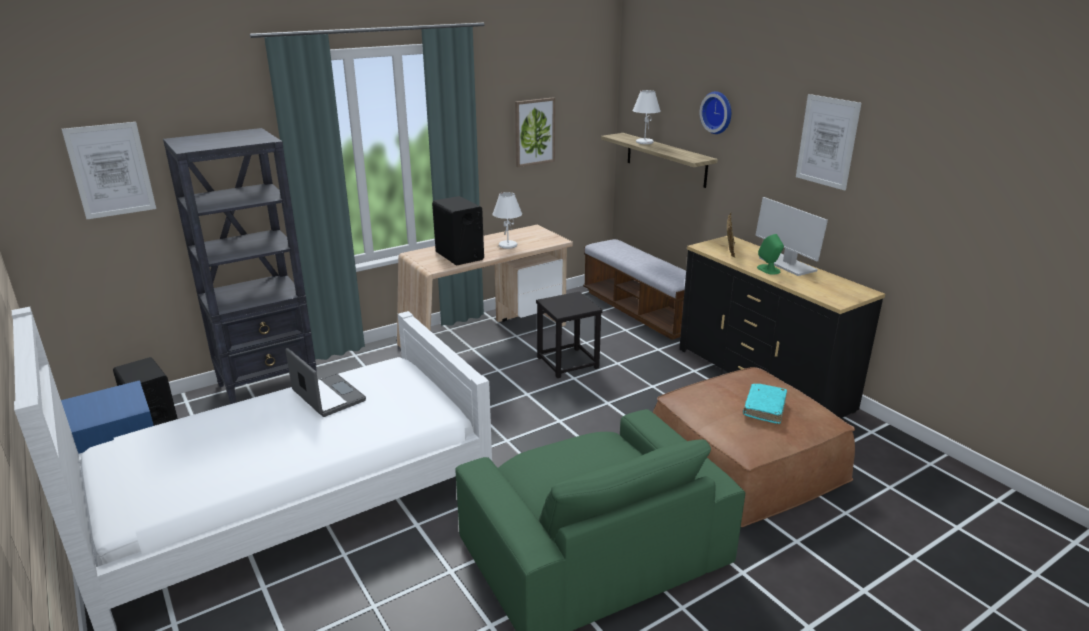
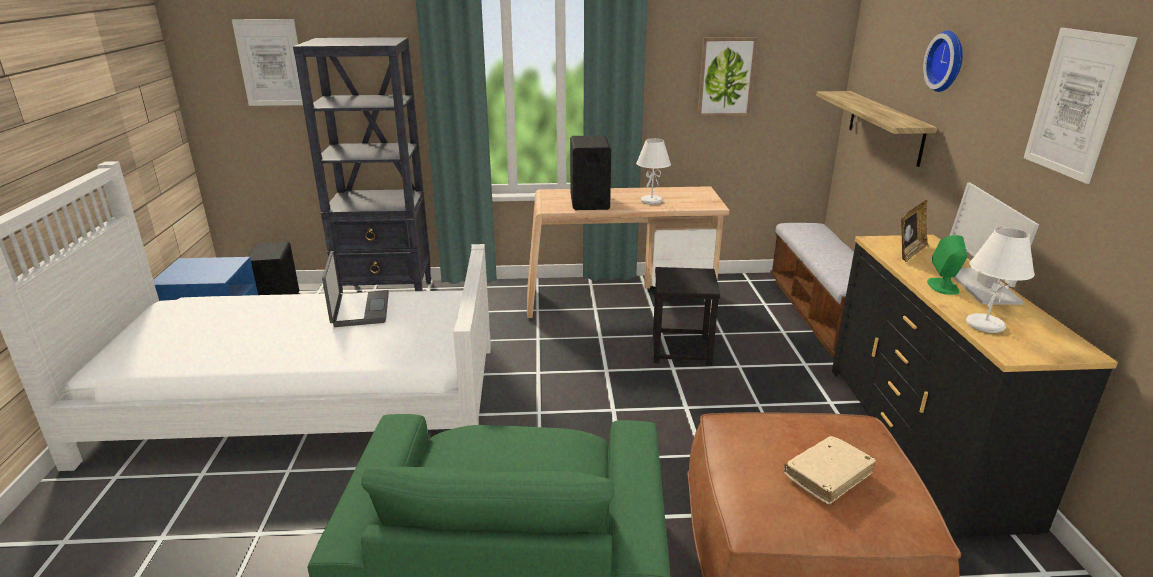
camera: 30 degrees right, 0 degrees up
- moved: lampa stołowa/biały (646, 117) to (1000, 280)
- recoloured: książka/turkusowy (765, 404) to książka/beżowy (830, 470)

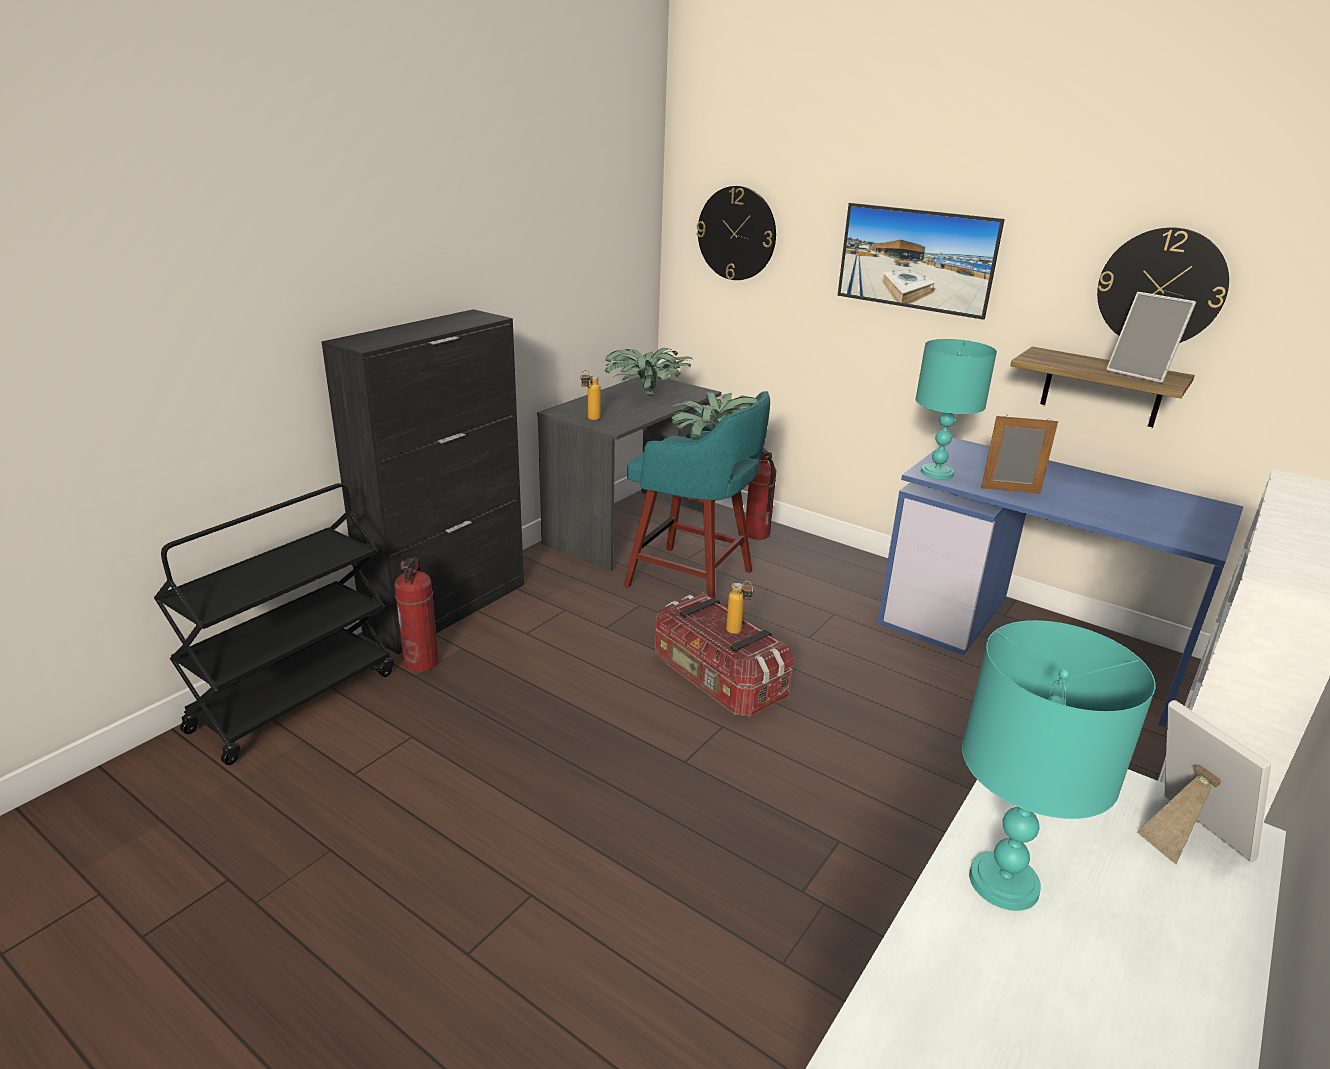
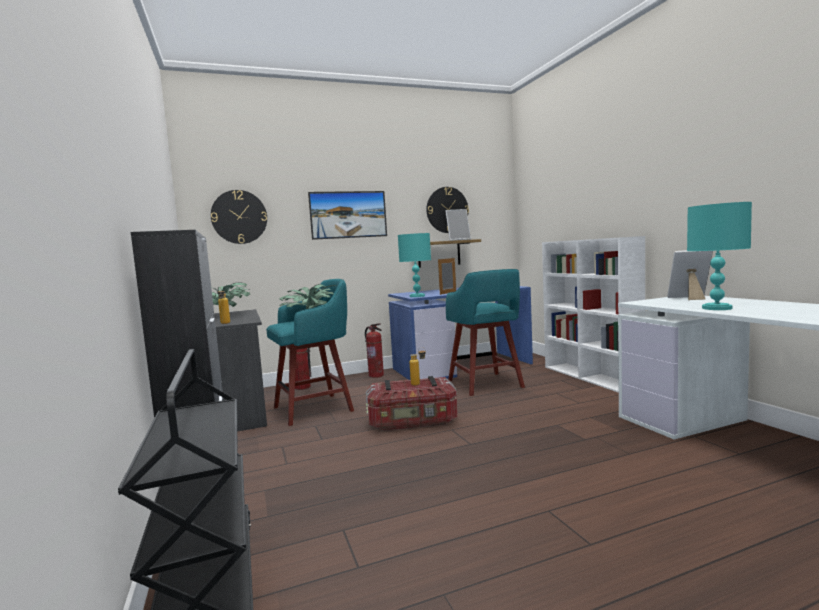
camera: 55 degrees left, 20 degrees down
- added: stołek/turkusowy (485, 332)
- moved: gaśnica (417, 614) to (374, 350)

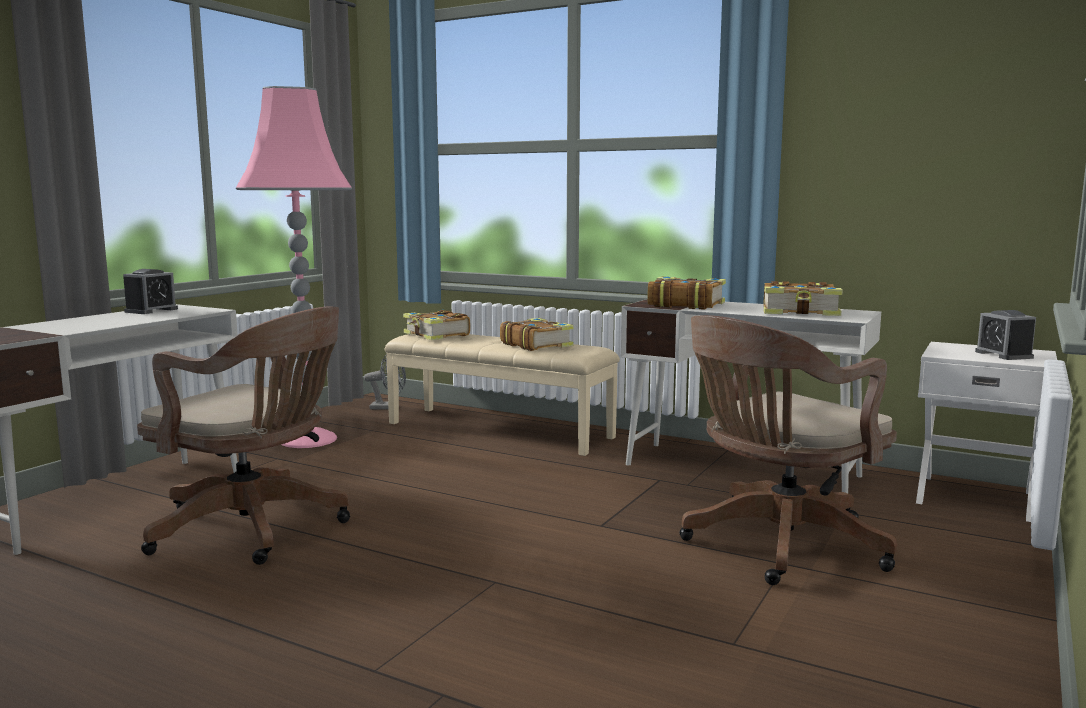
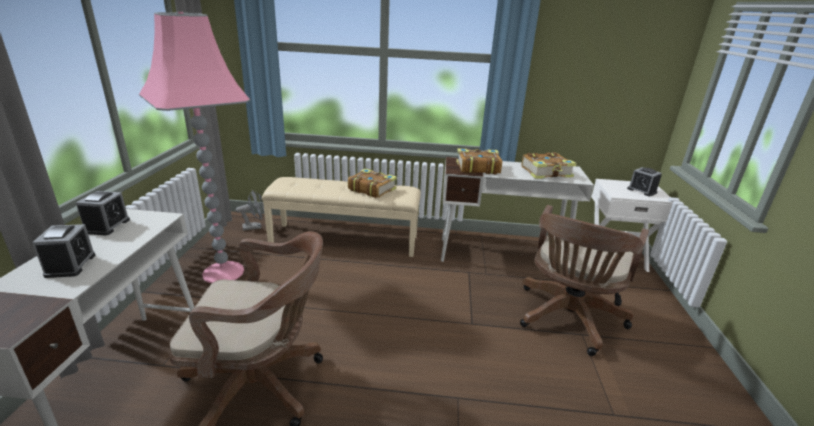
camera: 25 degrees left, 15 degrees up
- removed: książka (436, 325)
- added: budzik (63, 251)

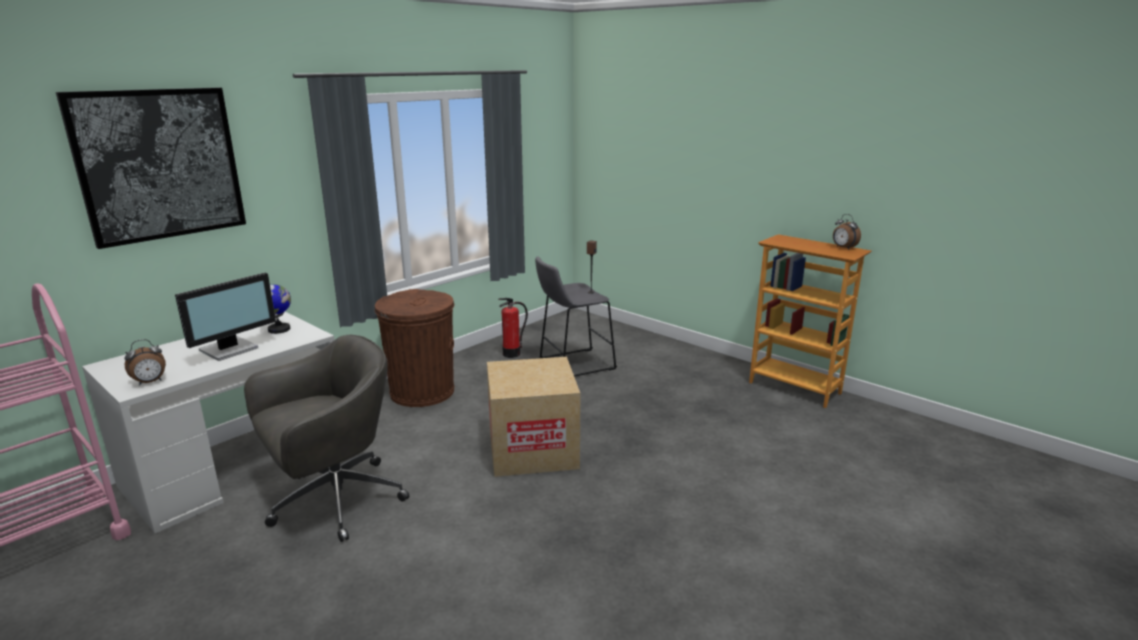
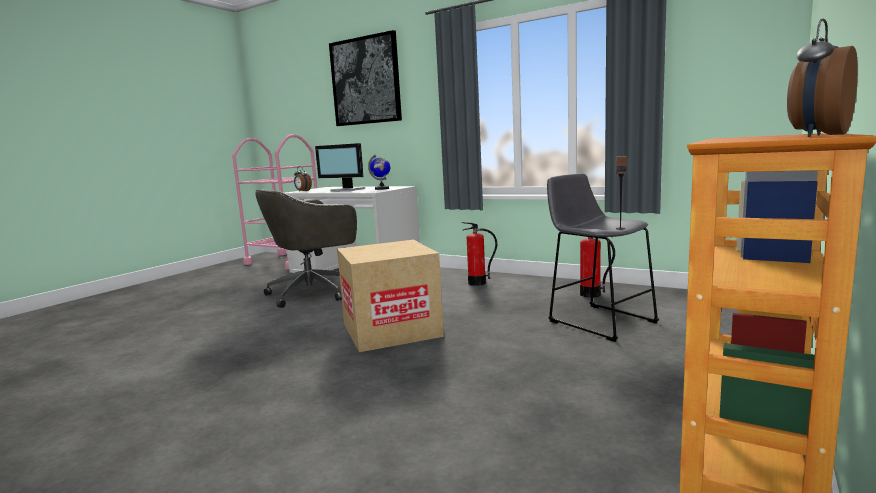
camera: 80 degrees right, 10 degrees down
- replaced: kosz na śmieci/brązowy (414, 348) to gaśnica (479, 254)
- turned: krzesło biurowe/szary (326, 438) = (306, 248) 105 degrees clockwise

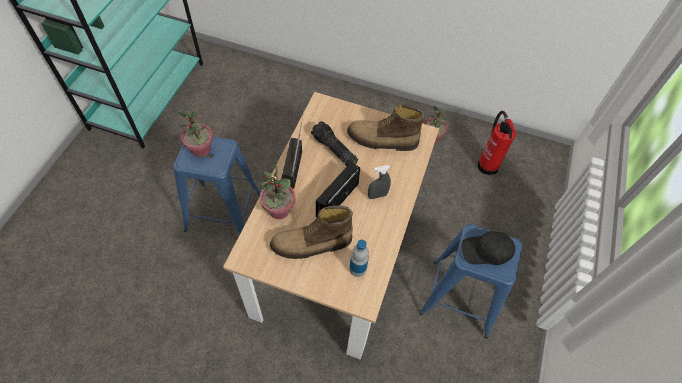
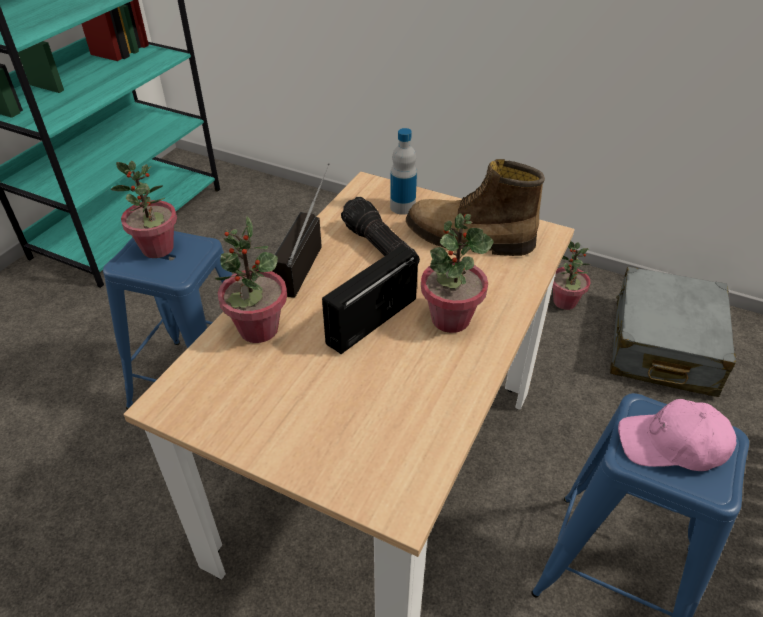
camera: 10 degrees right, 15 degrees down
- removed: but z cholewką (311, 232)
- moved: butelka (359, 258) to (403, 171)
- replaced: spryskiwacz/szary (379, 182) to roślina doniczkowa (457, 273)
- replaced: gaśnica (496, 143) to walizka/szary (673, 331)
- recoloured: czapka z daszkiem/czarny (488, 248) to czapka z daszkiem/różowy (677, 435)

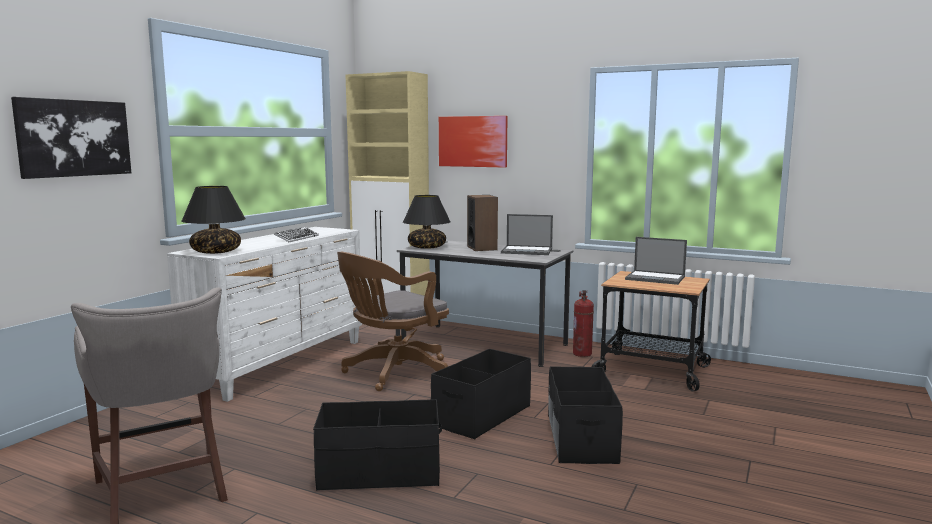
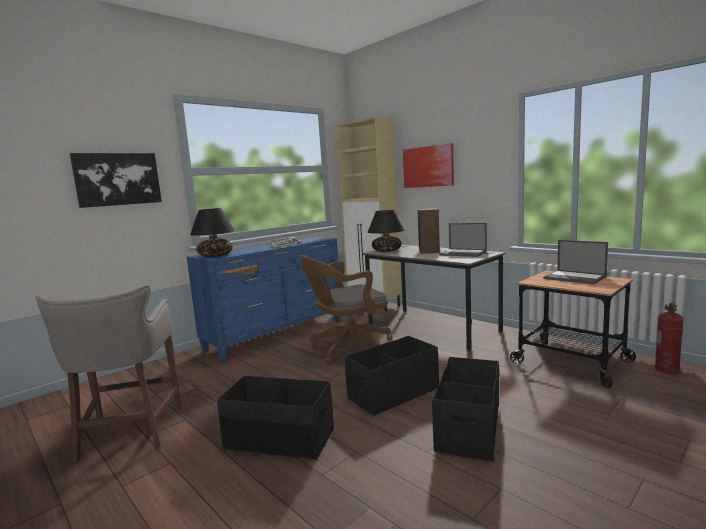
camera: 20 degrees right, 0 degrees up
- moved: gaśnica (583, 323) to (669, 338)
- recoloured: komoda/biały (264, 314) to komoda/niebieski (263, 300)

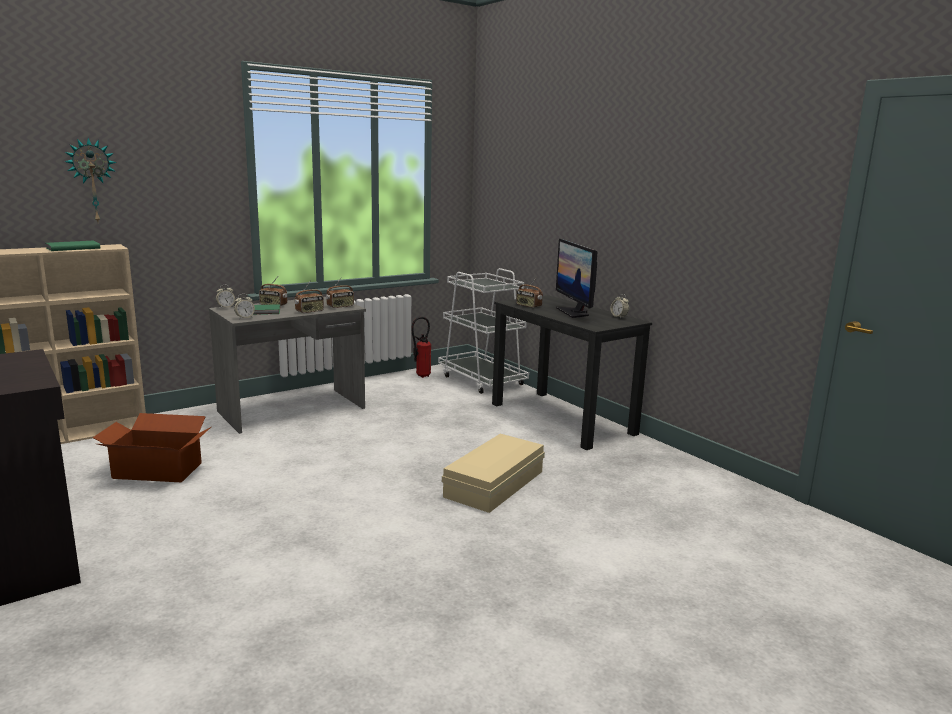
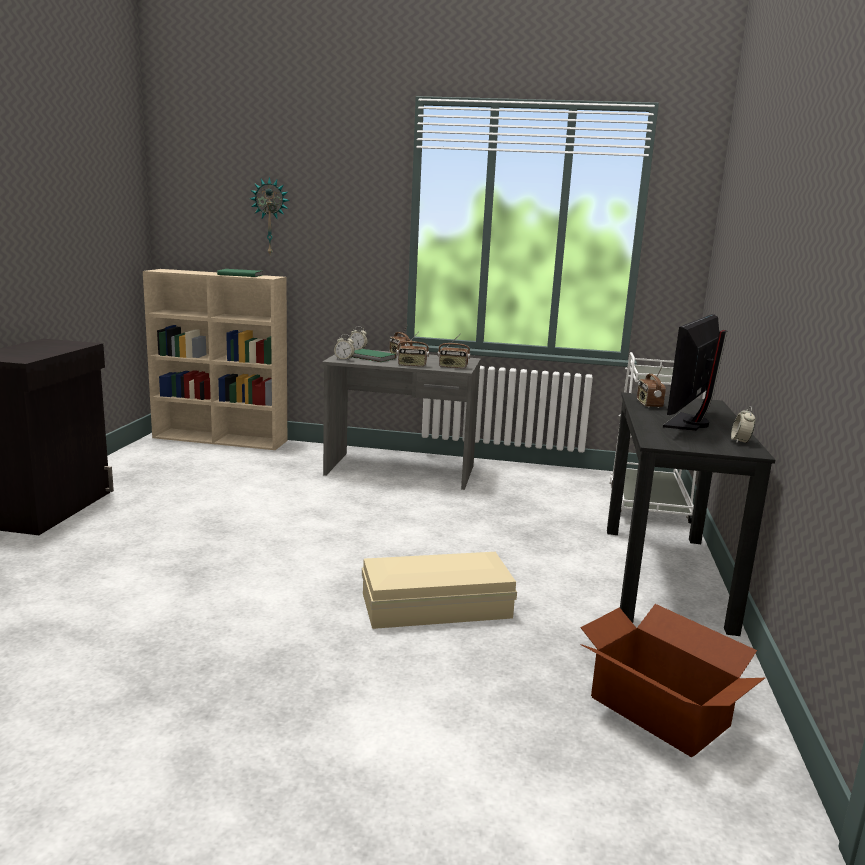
camera: 45 degrees right, 0 degrees up
- removed: gaśnica (421, 347)
- moved: karton (152, 448) to (672, 680)

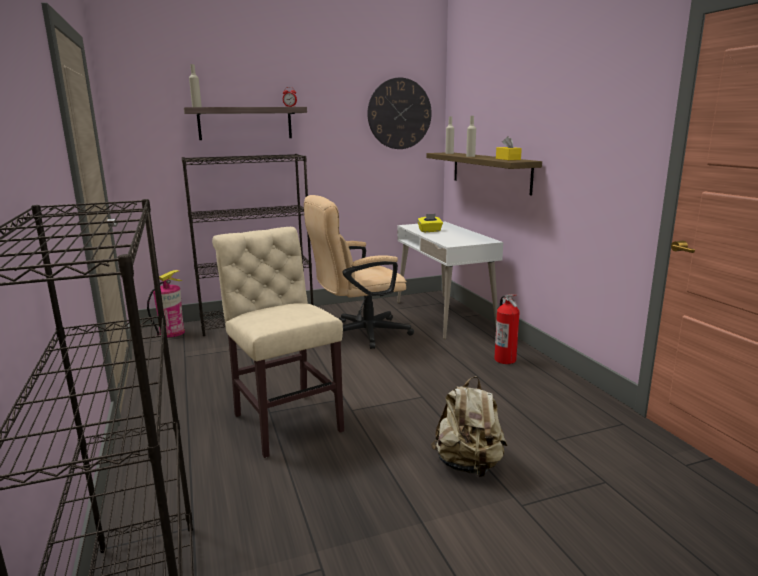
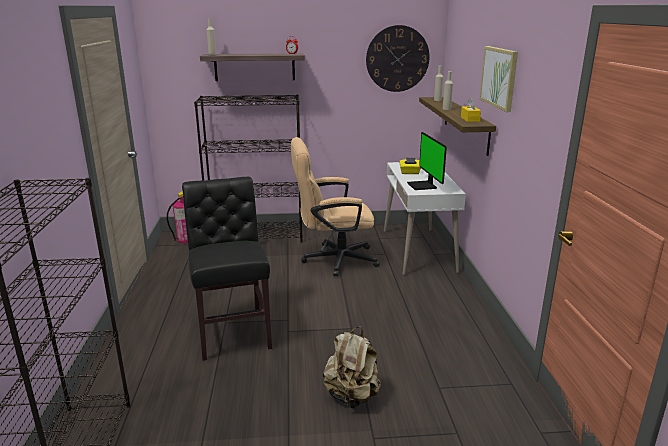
camera: 15 degrees right, 5 degrees up
- removed: gaśnica (507, 329)
- added: monitor (427, 161)
- added: obraz (498, 79)
- recoloured: krzesło/beżowy (278, 342) to krzesło/czarny (227, 269)

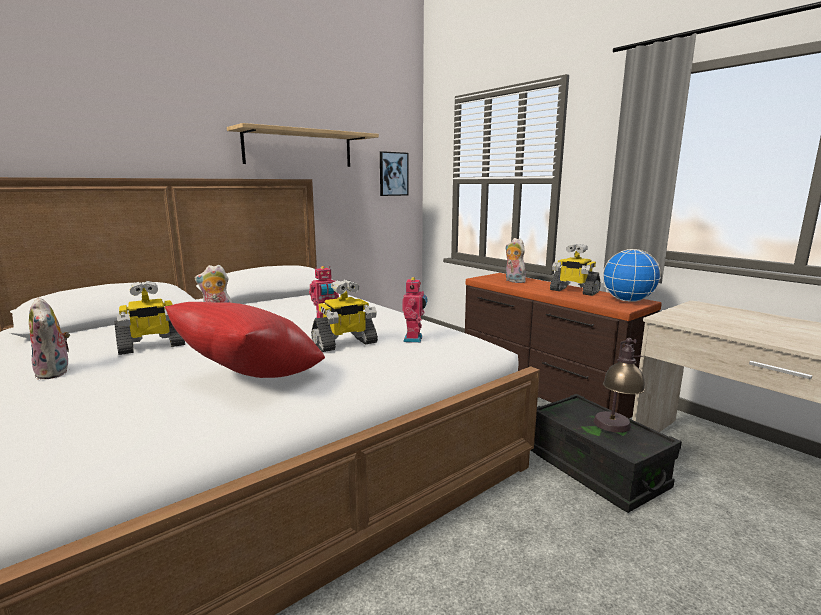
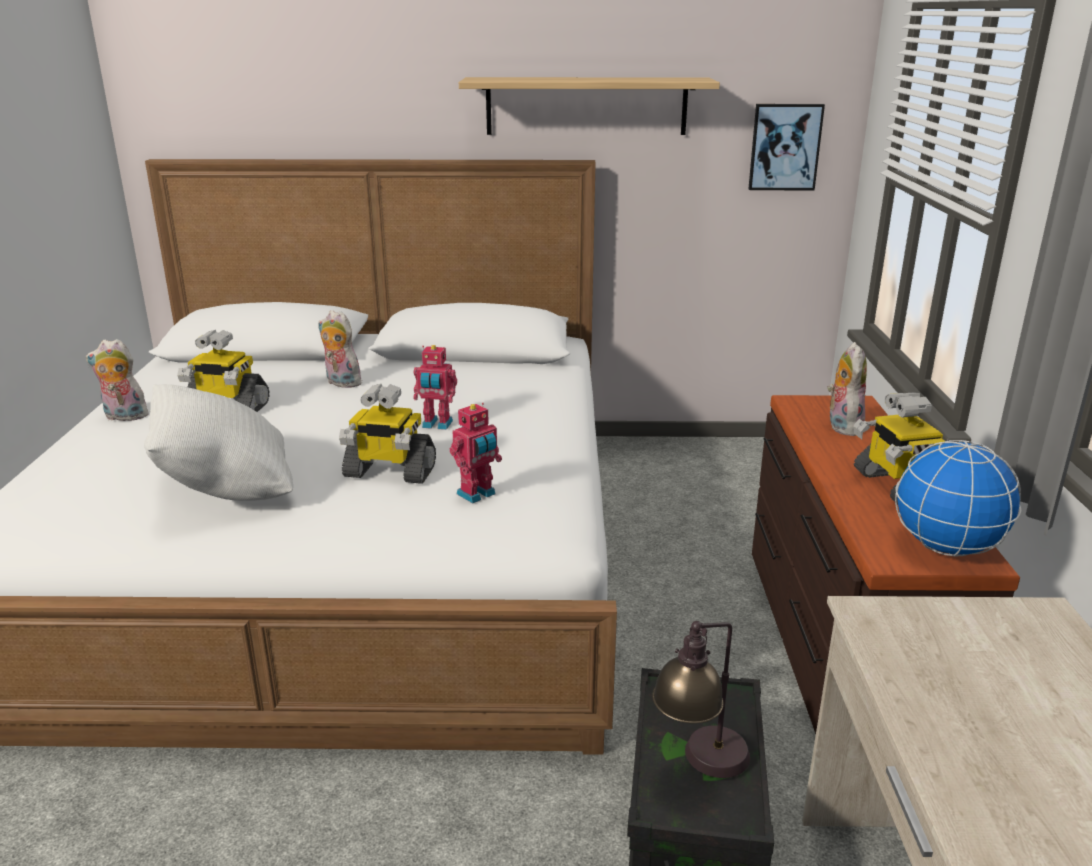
camera: 40 degrees right, 10 degrees up
- recoloured: poduszka/czerwony (245, 340) to poduszka/biały (218, 442)
- turned: pluszak (50, 338) = (117, 380) 90 degrees clockwise

